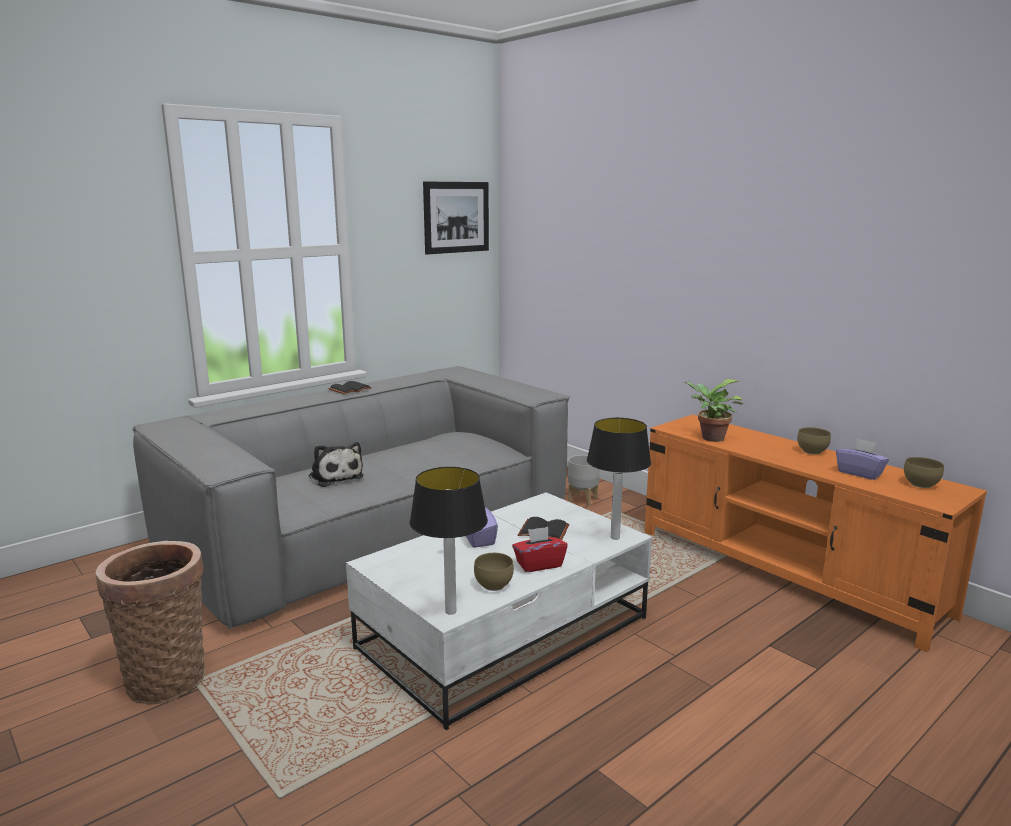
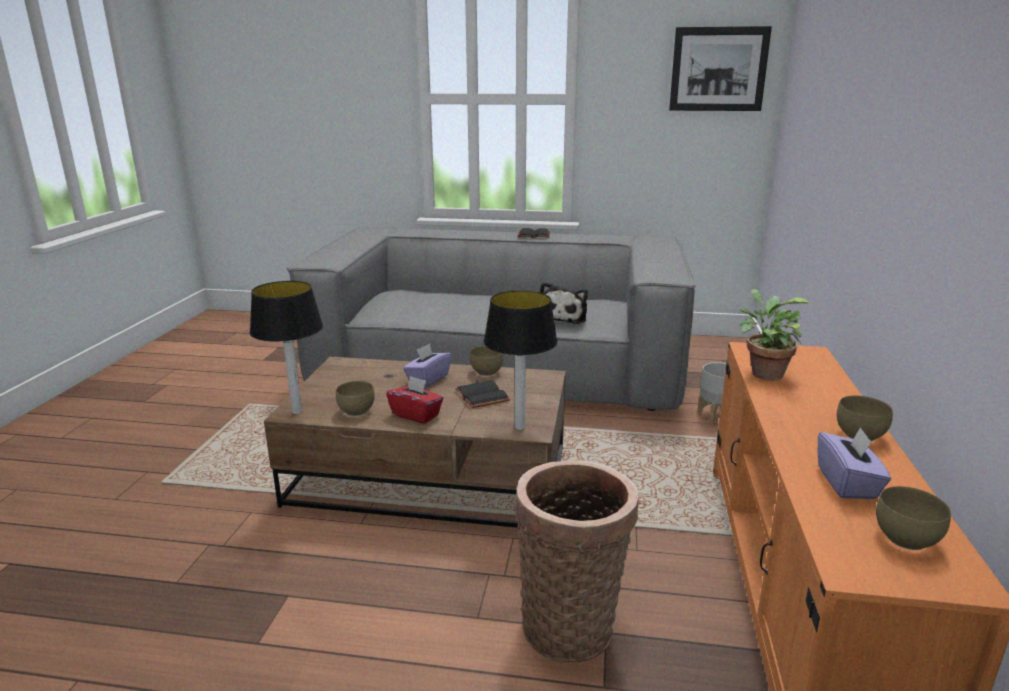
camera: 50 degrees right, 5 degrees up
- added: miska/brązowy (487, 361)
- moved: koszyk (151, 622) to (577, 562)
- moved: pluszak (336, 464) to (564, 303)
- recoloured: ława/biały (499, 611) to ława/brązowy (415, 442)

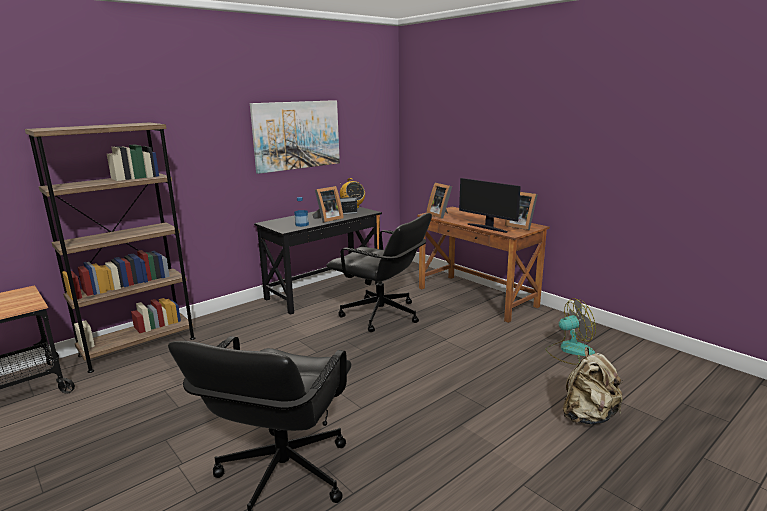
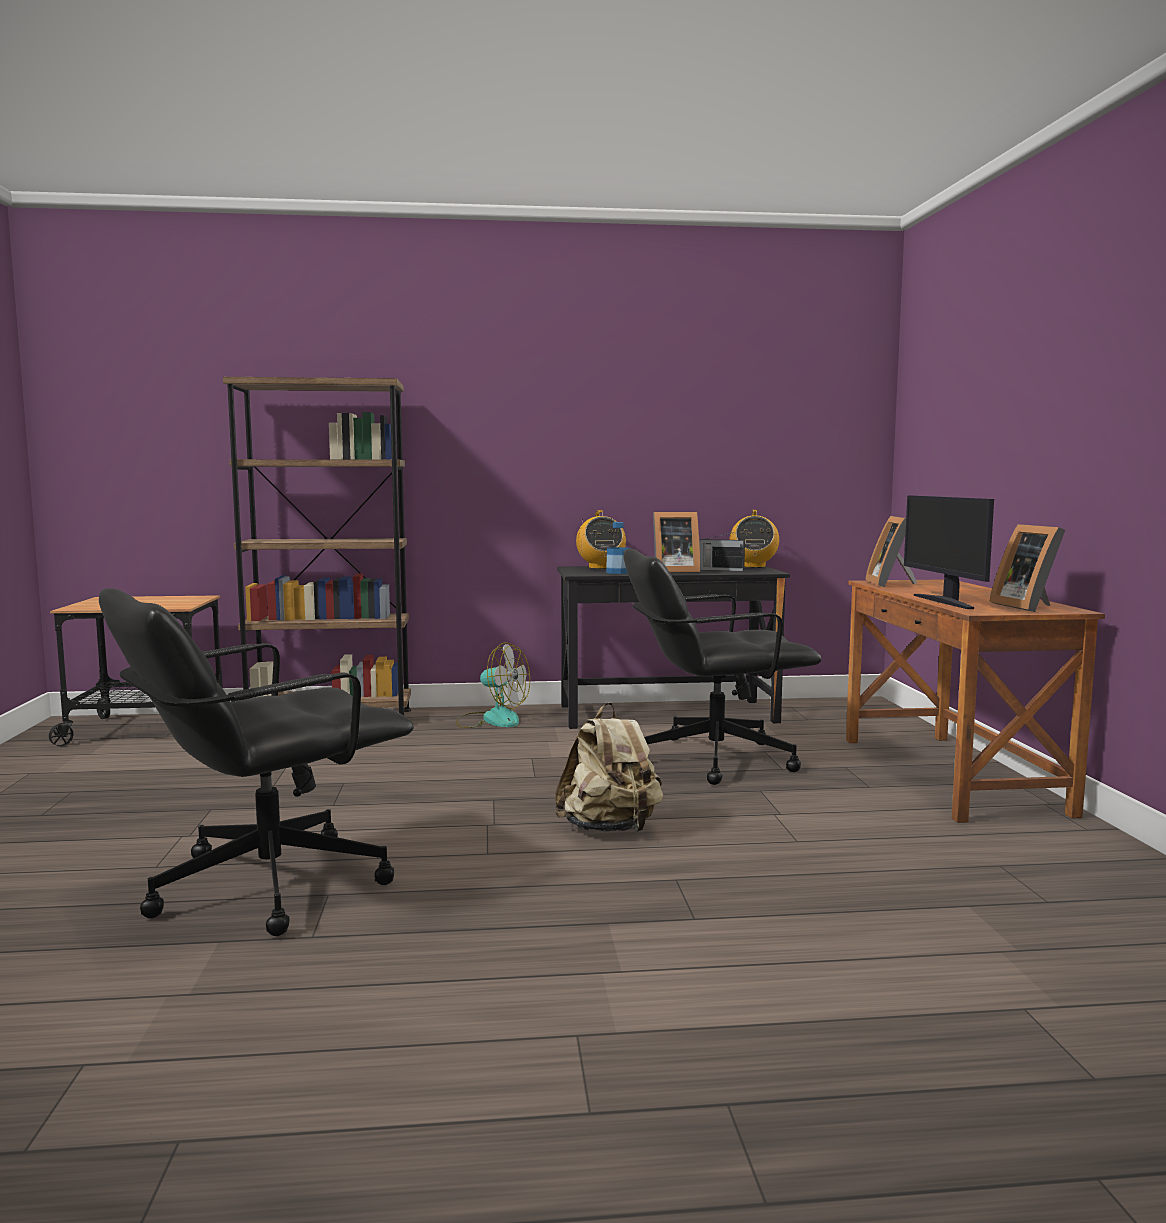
camera: 35 degrees right, 10 degrees down
- removed: obraz (295, 137)
- added: radio (601, 539)
- moved: wentylator (570, 331) to (493, 685)
- moved: plecak/beżowy (593, 386) to (609, 767)
- turned: krzesło biurowe/czarny (379, 272) = (722, 667) 105 degrees clockwise

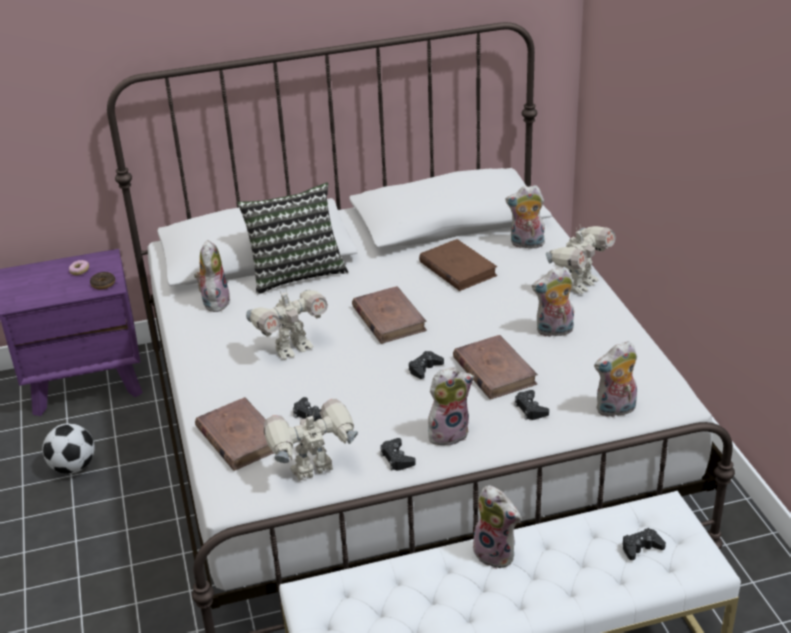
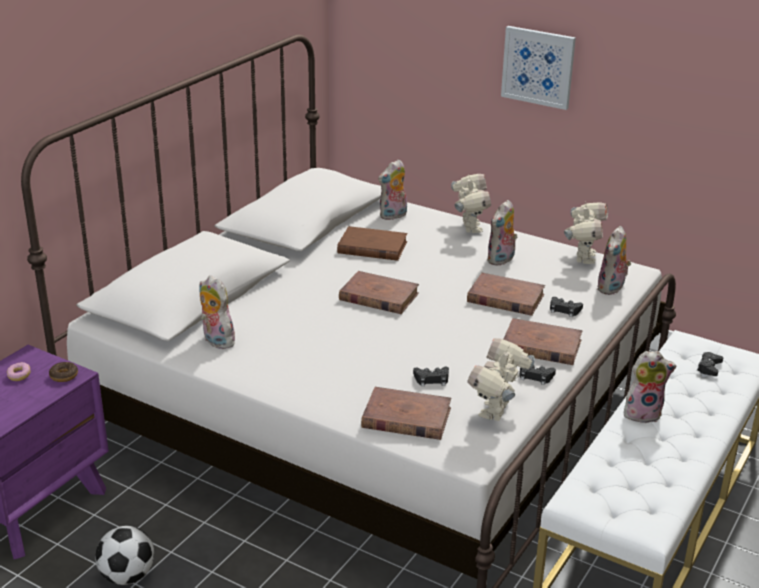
camera: 45 degrees left, 5 degrees down
- removed: poduszka (292, 238)
- removed: pad do gier/czarny (426, 365)
- added: obraz (538, 68)
- moved: robot zabawkowy (287, 324) to (586, 232)
- replaced: pluszak (451, 406) to książka/brązowy (543, 341)

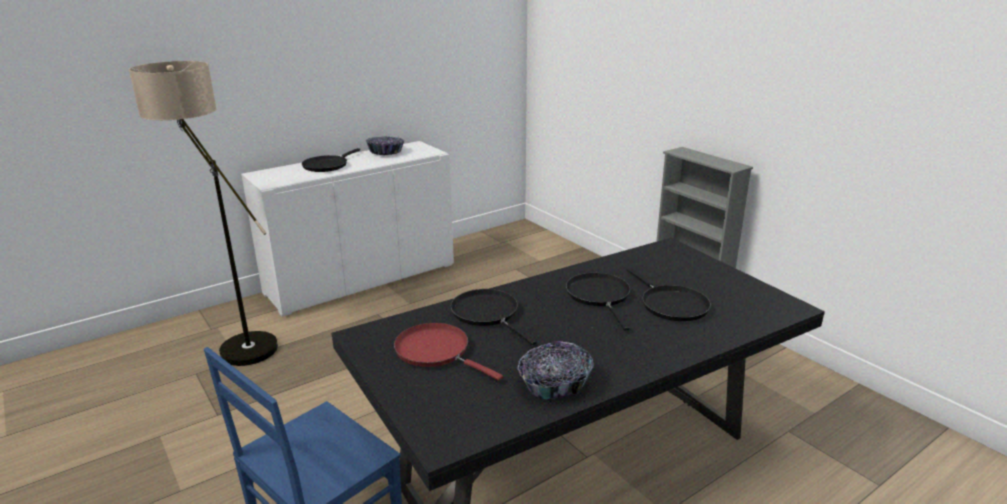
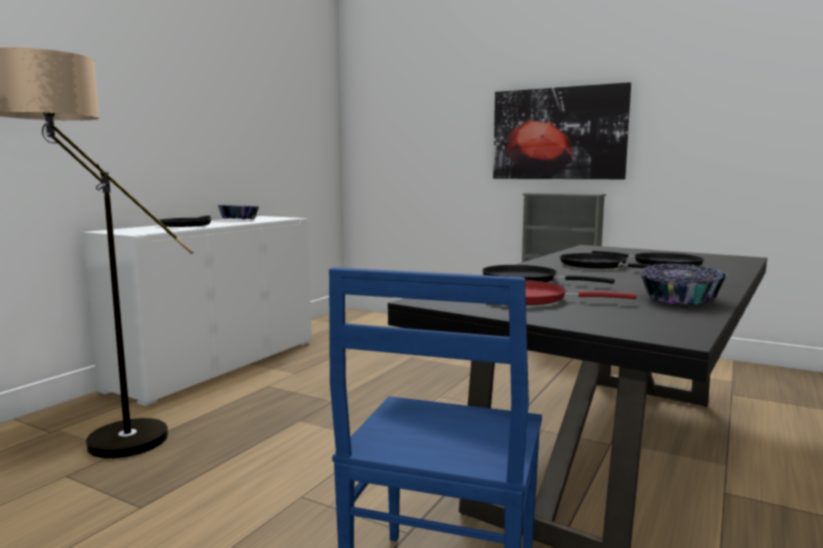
camera: 25 degrees left, 15 degrees down
- added: obraz (562, 130)

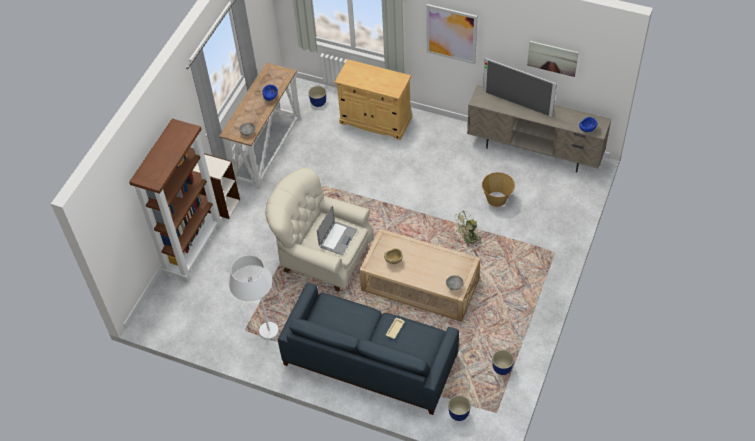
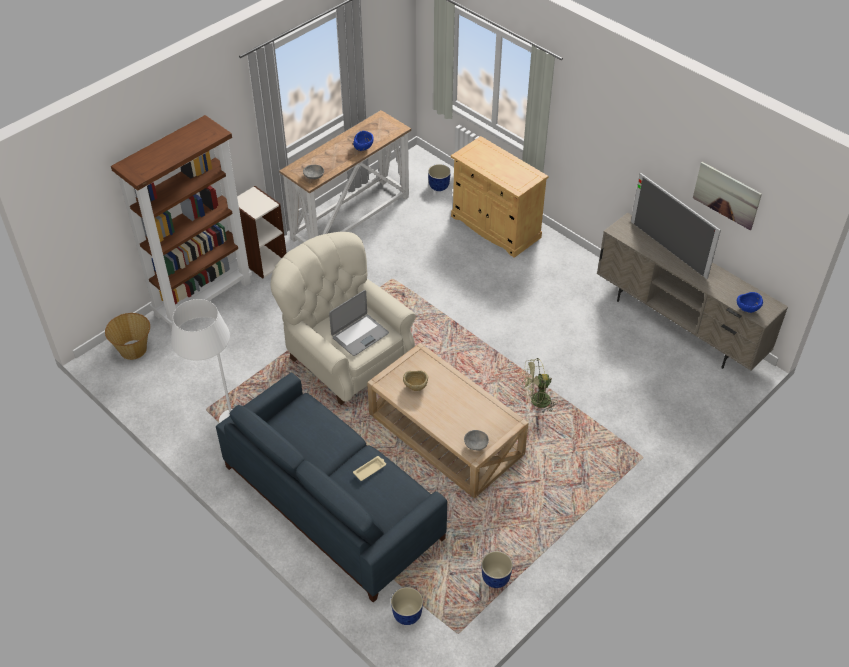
camera: 20 degrees right, 5 degrees down
- removed: obraz (451, 34)
- moved: koszyk (498, 189) to (127, 336)

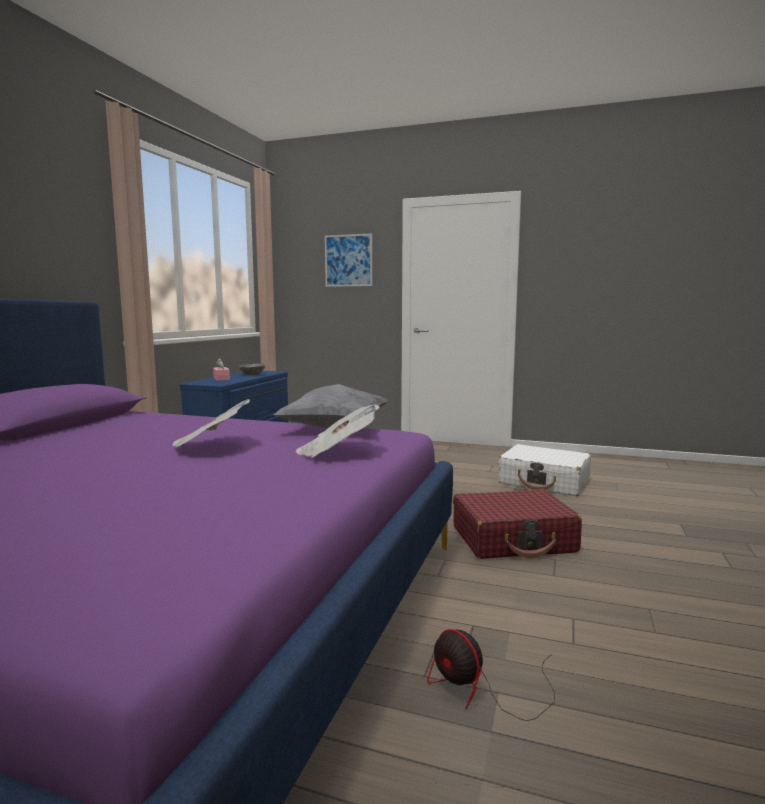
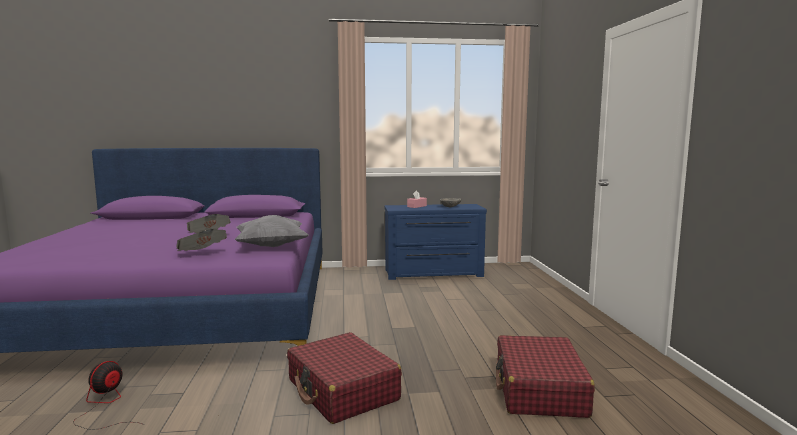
camera: 65 degrees right, 0 degrees up
- removed: obraz (348, 260)
- recoloured: walizka/biały (545, 470) to walizka/czerwony (545, 376)

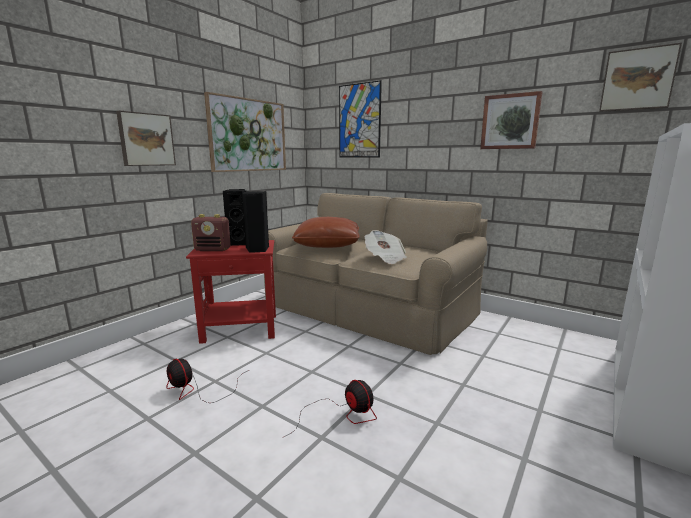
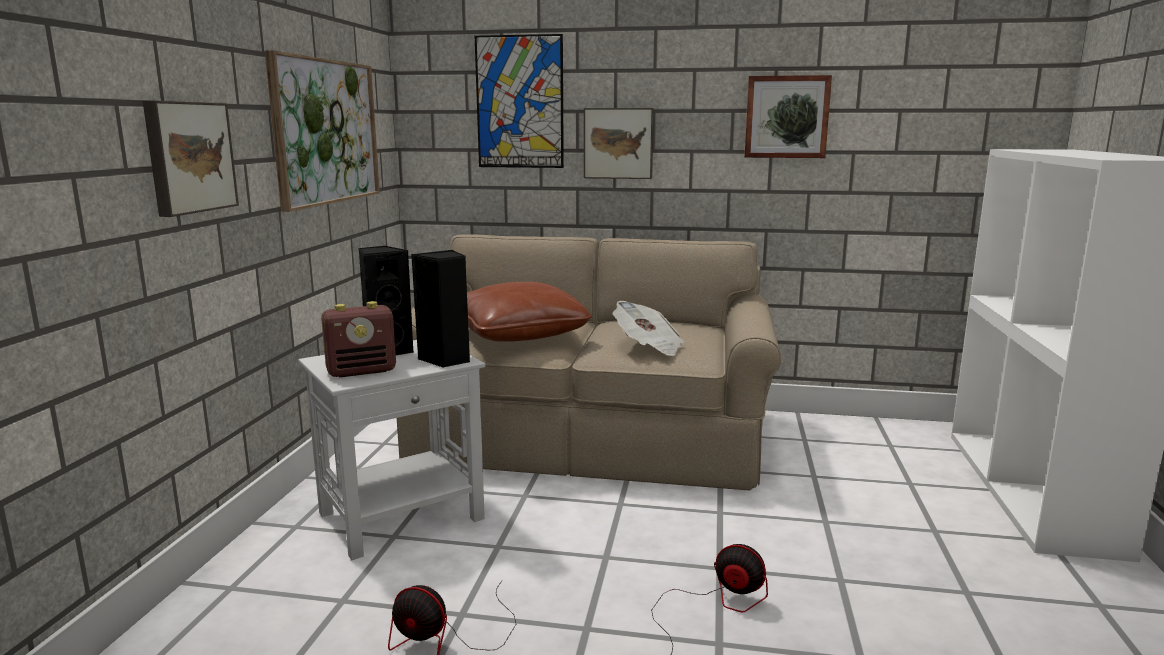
camera: 25 degrees left, 0 degrees up
- moved: obraz (640, 77) to (619, 143)
- recoloured: stolik/czerwony (231, 292) to stolik/biały (391, 450)

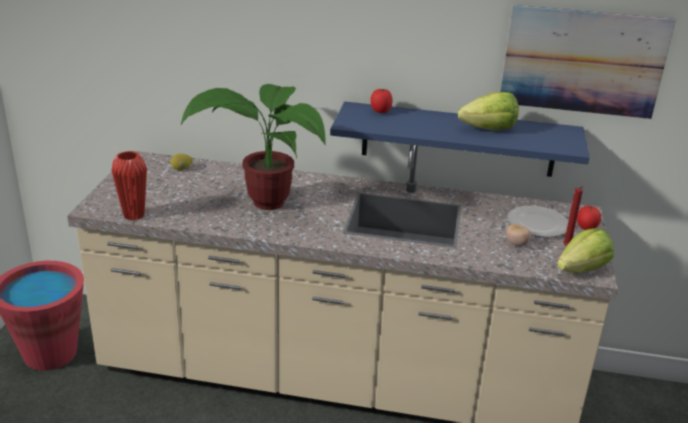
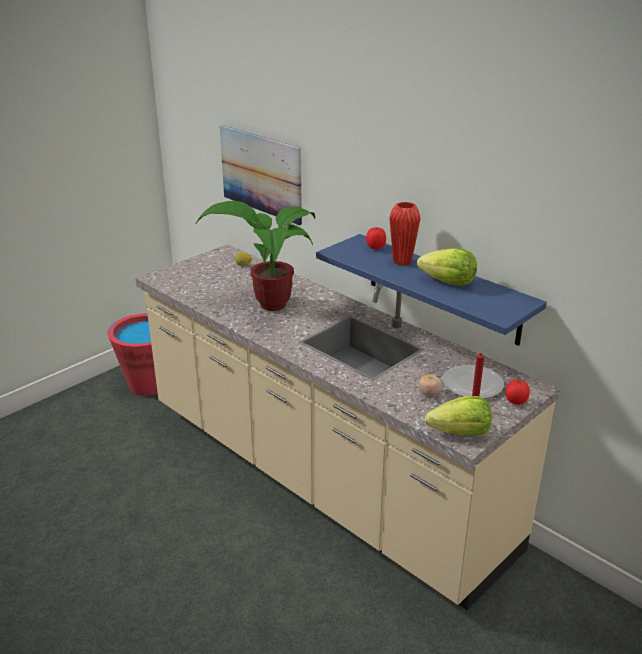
camera: 35 degrees right, 0 degrees up
- moved: wazon/czerwony (129, 185) to (405, 234)
- moved: obraz (588, 62) to (261, 175)

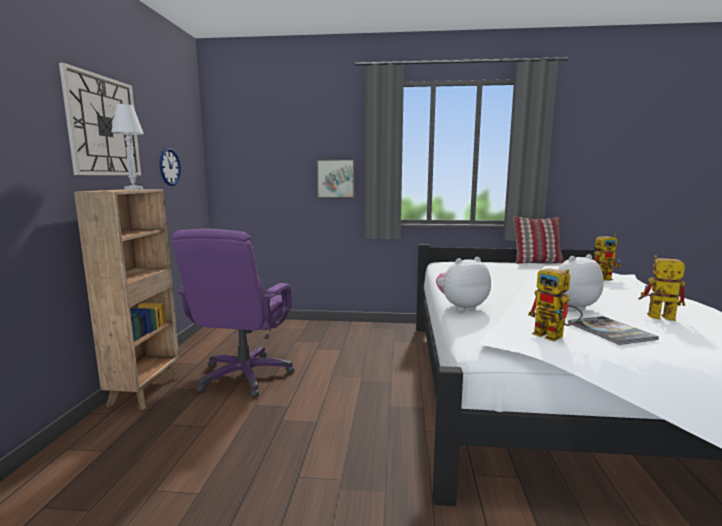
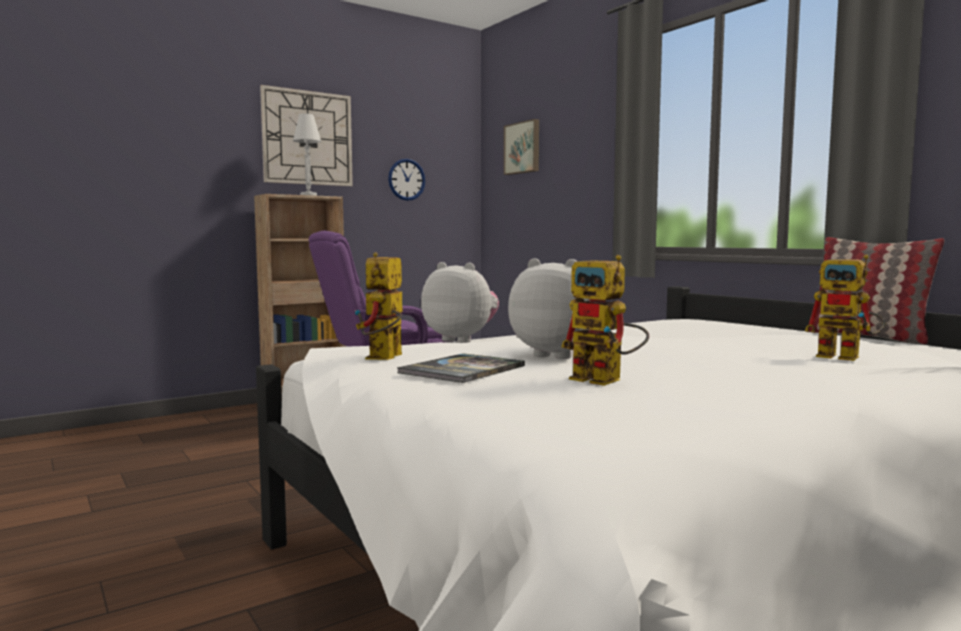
camera: 50 degrees right, 5 degrees down
- moved: obraz (335, 178) to (521, 147)
- turned: robot zabawkowy (661, 288) = (605, 320) 150 degrees clockwise

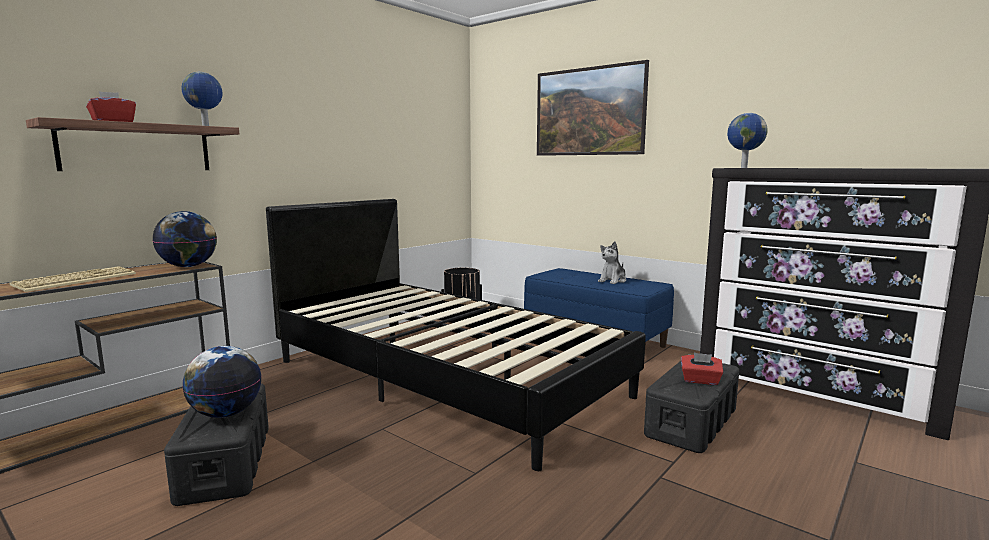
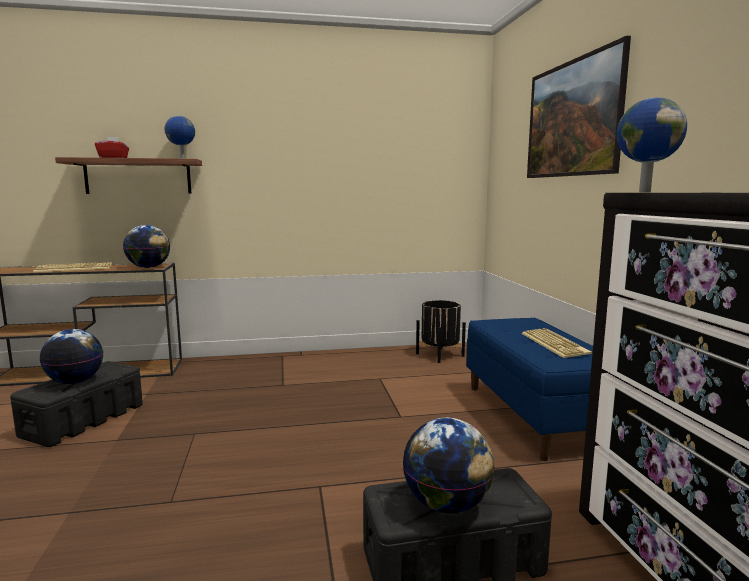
camera: 40 degrees right, 0 degrees up
- removed: łóżko/czarny (456, 335)
- replaced: pluszak (612, 262) to klawiatura (557, 343)
- replaced: pudełko chusteczek/czerwony (702, 369) to globus (449, 465)

